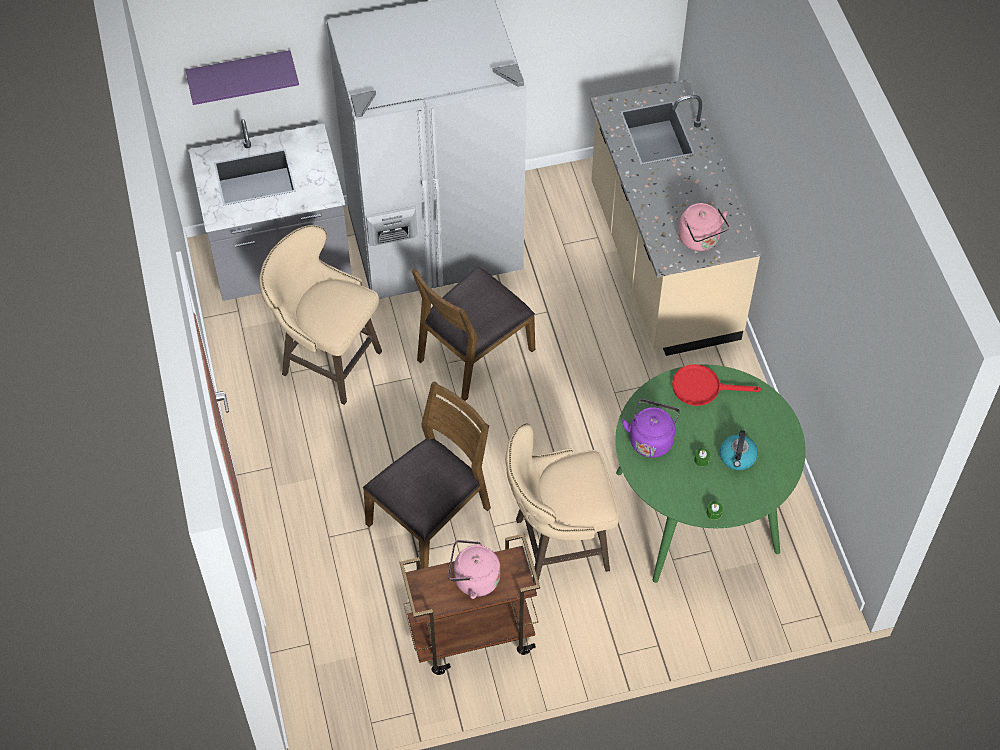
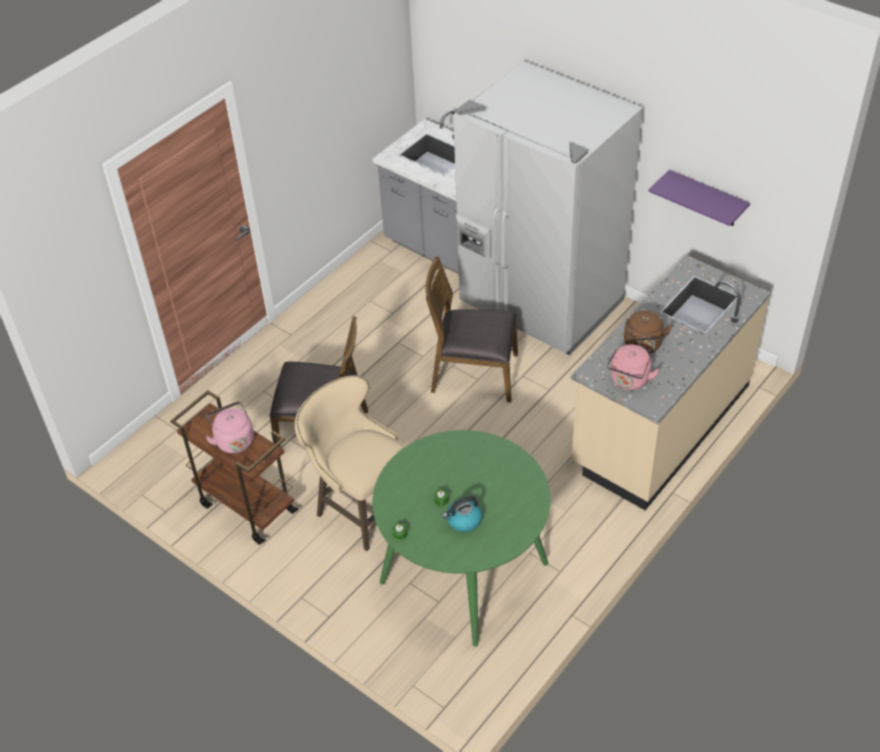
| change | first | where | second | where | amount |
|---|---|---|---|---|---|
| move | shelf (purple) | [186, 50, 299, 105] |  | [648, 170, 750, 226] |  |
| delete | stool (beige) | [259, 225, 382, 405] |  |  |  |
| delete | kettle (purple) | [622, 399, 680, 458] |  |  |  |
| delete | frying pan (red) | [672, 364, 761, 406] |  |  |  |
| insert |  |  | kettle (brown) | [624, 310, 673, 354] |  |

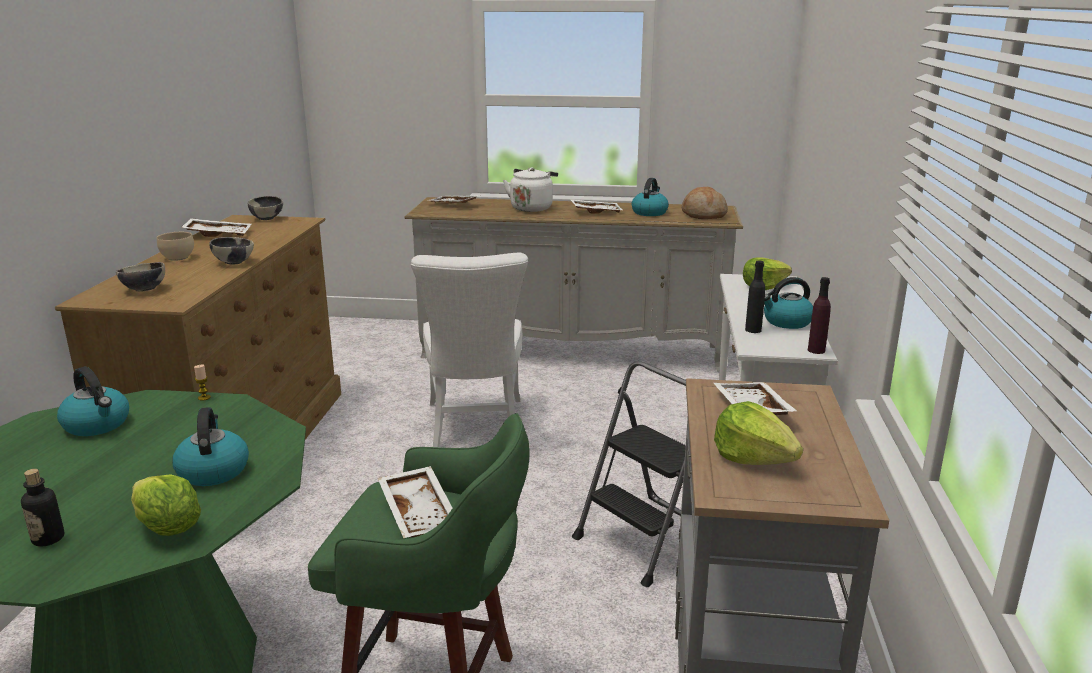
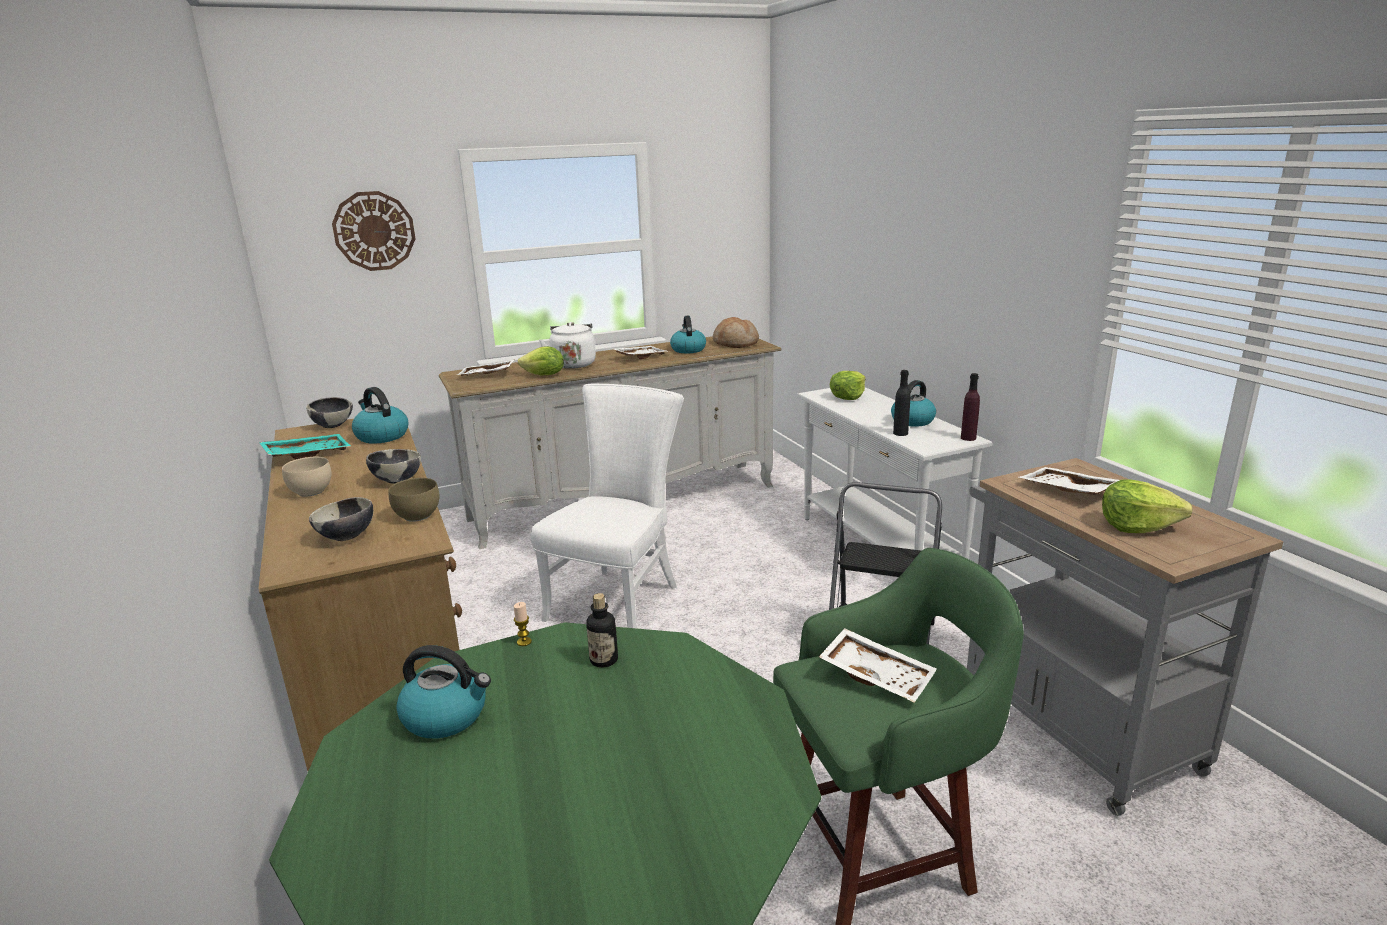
| change | first | where | second | where | amount |
|---|---|---|---|---|---|
| move | bottle | [21, 469, 64, 547] |  | [586, 593, 618, 668] |  |
| move | lettuce | [131, 474, 201, 536] |  | [518, 346, 564, 376] |  |
| move | kettle | [172, 407, 249, 486] |  | [352, 387, 409, 444] |  |
| recolor | tray (white) | [181, 218, 251, 237] | tray (turquoise) | [259, 434, 351, 460] |  |
| rotate | chair (white) | [411, 253, 528, 447] |  | [530, 384, 684, 628] | 120 degrees counterclockwise |
| insert |  |  | wall clock | [332, 191, 416, 271] |  |
| insert |  |  | bowl (brown) | [388, 478, 440, 522] |  |

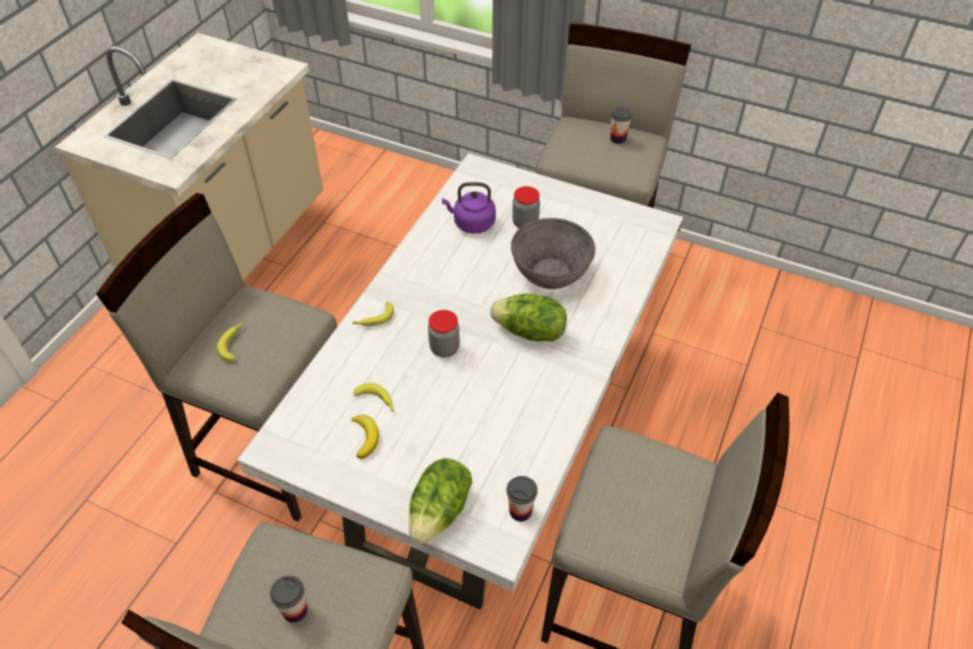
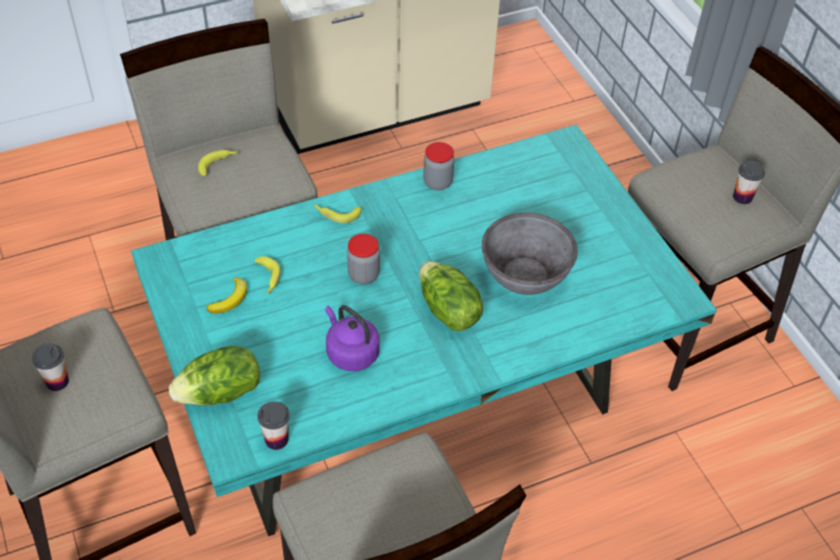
| change | first | where | second | where | amount |
|---|---|---|---|---|---|
| recolor | dining table (white) | [237, 153, 683, 610] | dining table (turquoise) | [131, 125, 717, 536] |  |
| move | kettle (purple) | [442, 182, 496, 234] |  | [325, 305, 380, 371] |  |
| move | jar | [512, 186, 540, 229] |  | [423, 142, 454, 190] |  |

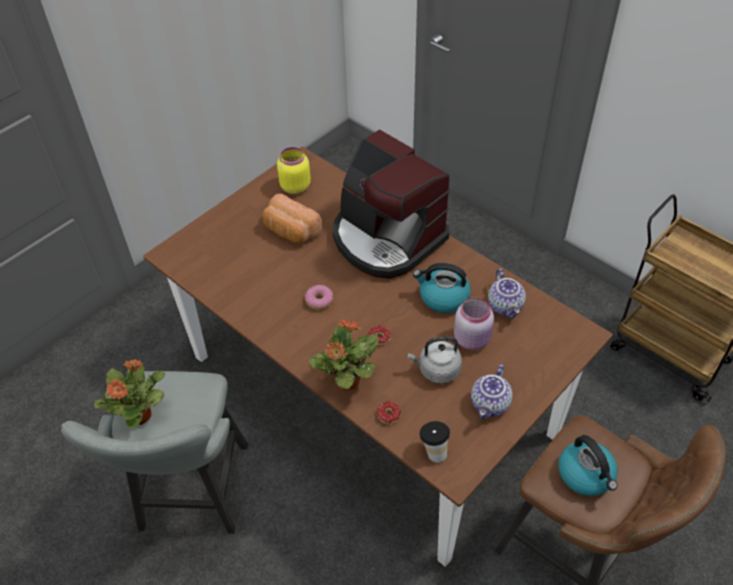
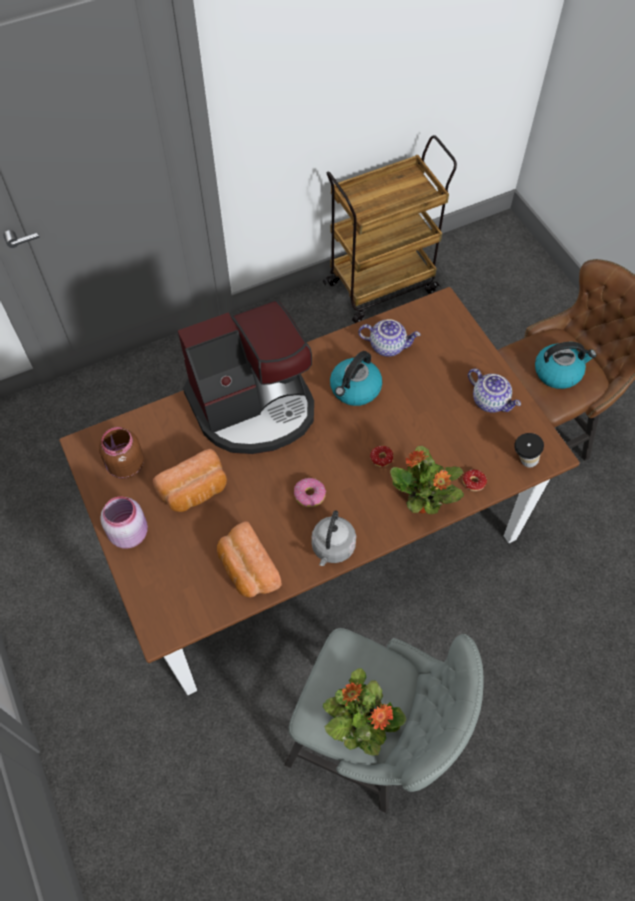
| change | first | where | second | where | amount |
|---|---|---|---|---|---|
| recolor | jar (yellow) | [277, 147, 311, 194] | jar (brown) | [99, 427, 144, 479] |  |
| move | kettle (grey) | [407, 336, 462, 384] |  | [311, 510, 356, 566] |  |
| move | jar (pink) | [454, 298, 494, 350] |  | [100, 497, 148, 548] |  |
| insert |  |  | bread | [217, 521, 282, 597] |  |

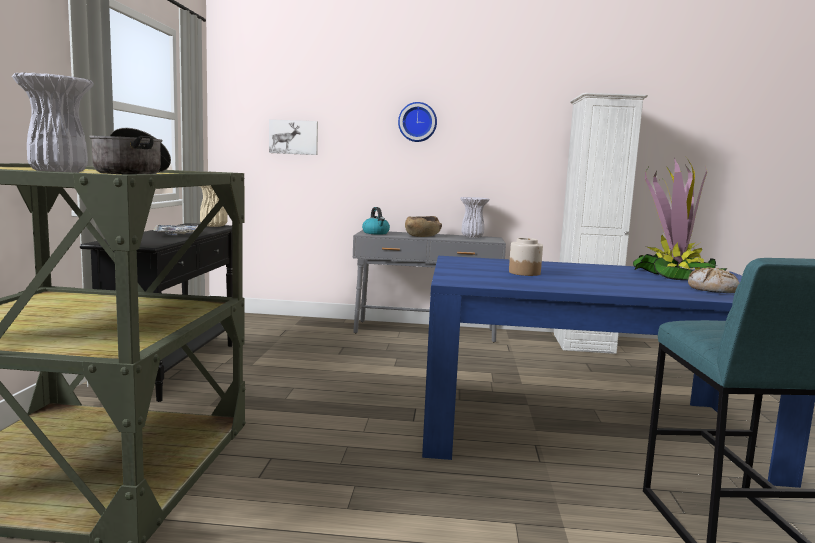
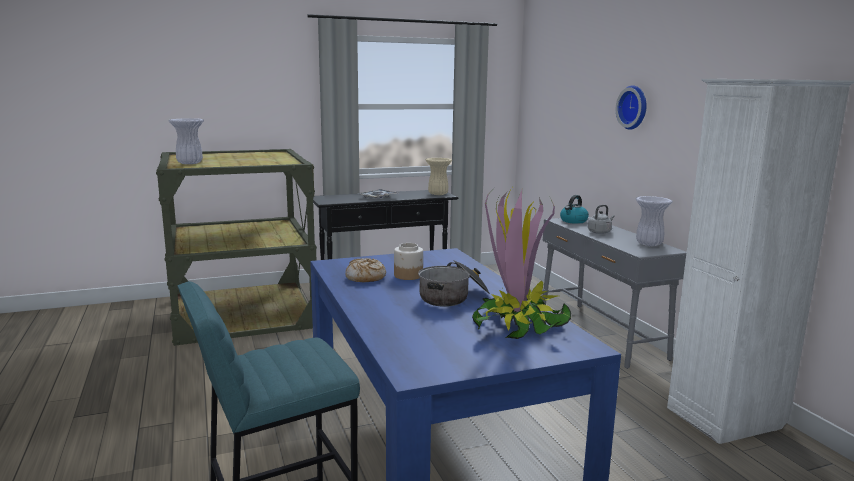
| change | first | where | second | where | amount |
|---|---|---|---|---|---|
| move | cooking pot | [89, 127, 171, 175] |  | [418, 260, 490, 307] |  |
| delete | picture | [269, 119, 318, 155] |  |  |  |
| replace | bowl (brown) | [405, 216, 442, 237] | kettle (grey) | [588, 205, 614, 234] |  |
| move | bread | [688, 267, 739, 293] |  | [345, 258, 386, 282] |  |

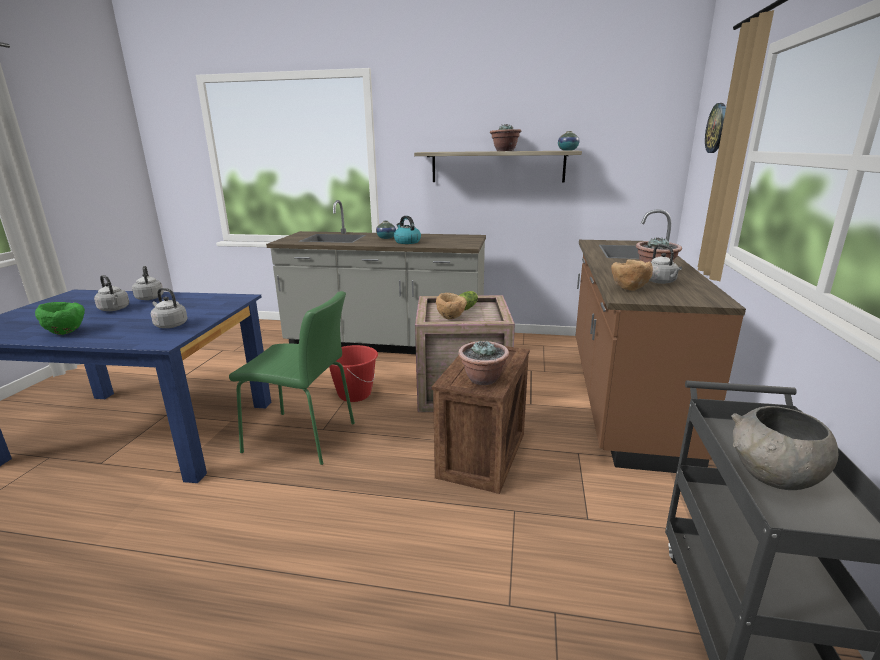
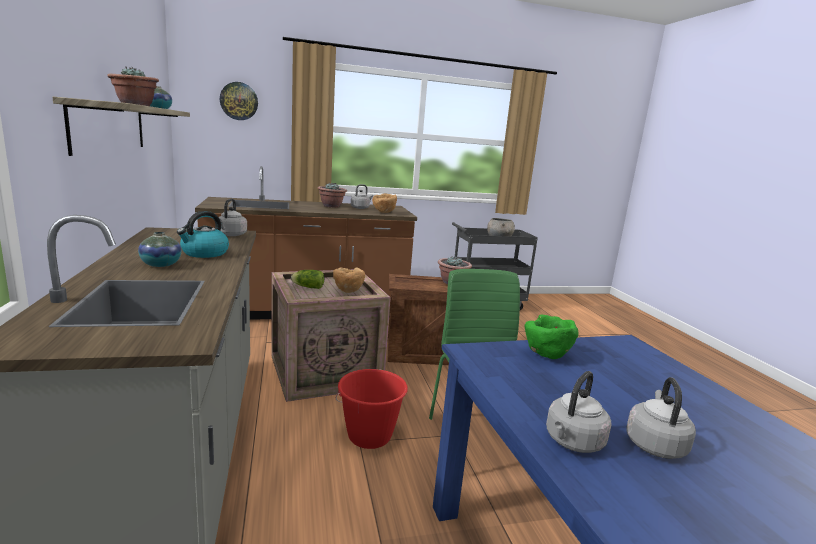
| change | first | where | second | where | amount |
|---|---|---|---|---|---|
| move | bowl (green) | [35, 302, 85, 335] |  | [525, 315, 579, 359] |  |
| move | kettle (grey) | [151, 288, 188, 328] |  | [219, 199, 247, 236] |  |

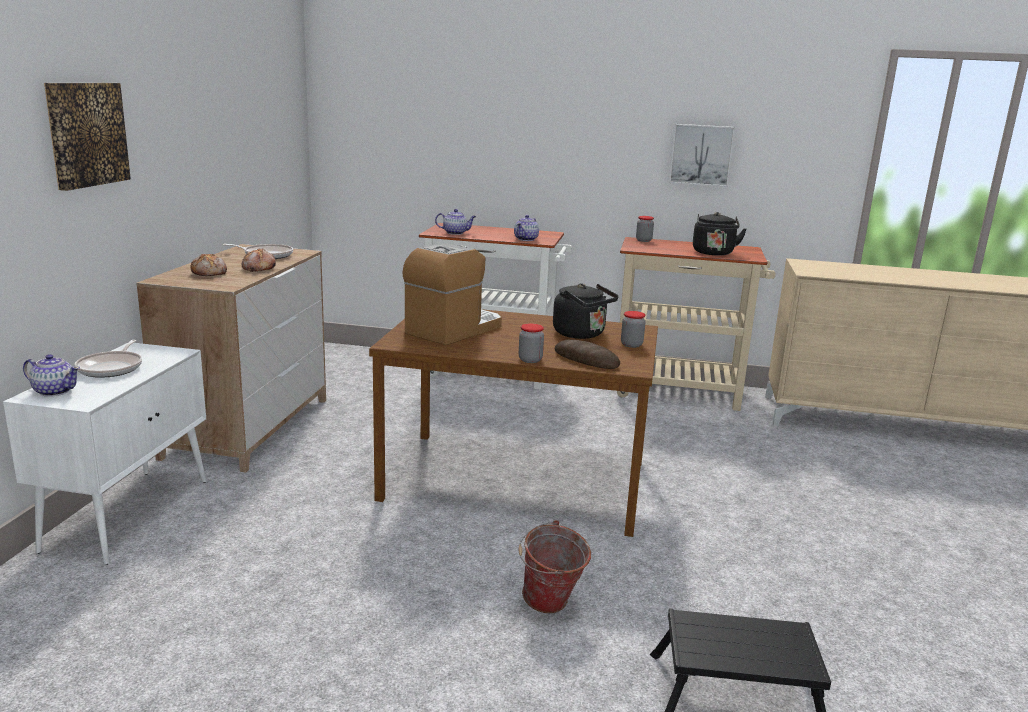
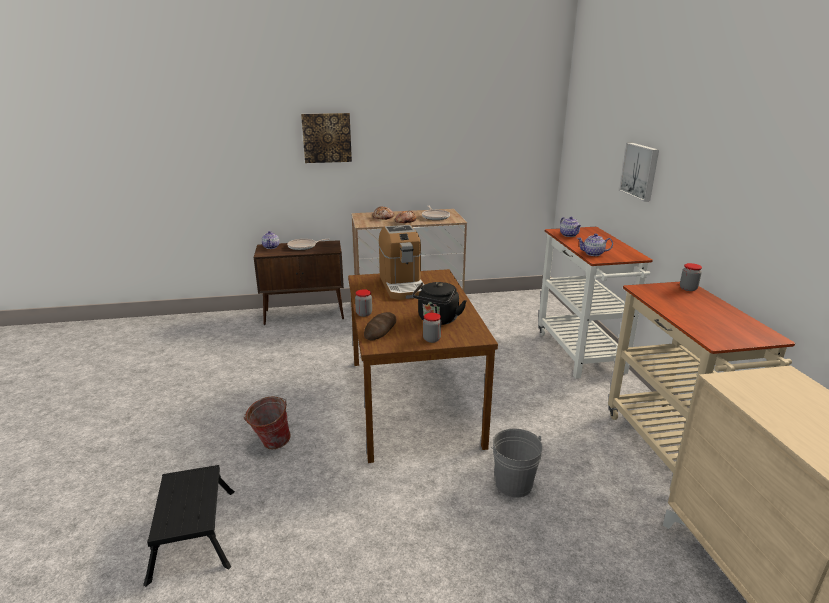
| change | first | where | second | where | amount |
|---|---|---|---|---|---|
| recolor | cabinet (white) | [3, 342, 206, 565] | cabinet (brown) | [254, 240, 344, 325] |  |
| rotate | coffee machine | [403, 243, 502, 345] |  | [379, 225, 425, 300] | 60 degrees clockwise |
| move | picture | [669, 124, 735, 187] |  | [619, 143, 659, 202] |  |
| delete | kettle (black) | [693, 212, 747, 255] |  |  |  |
| insert |  |  | bucket (grey) | [491, 429, 543, 498] |  |

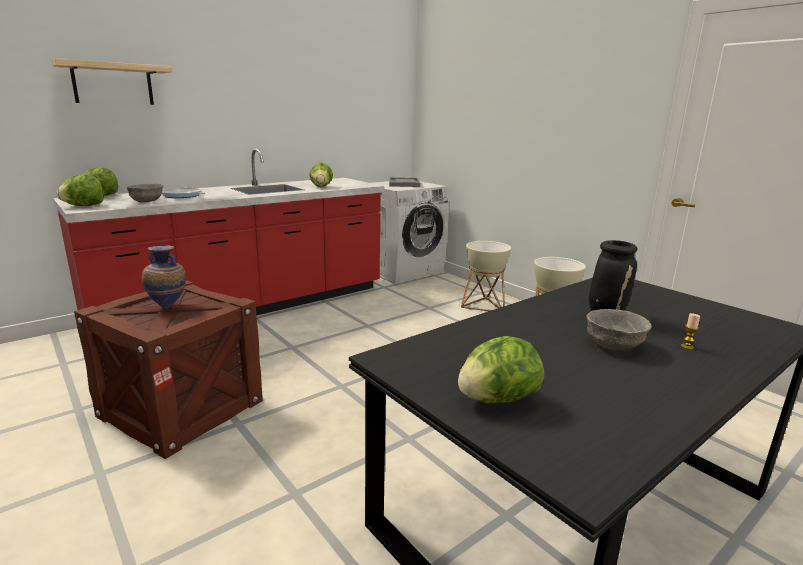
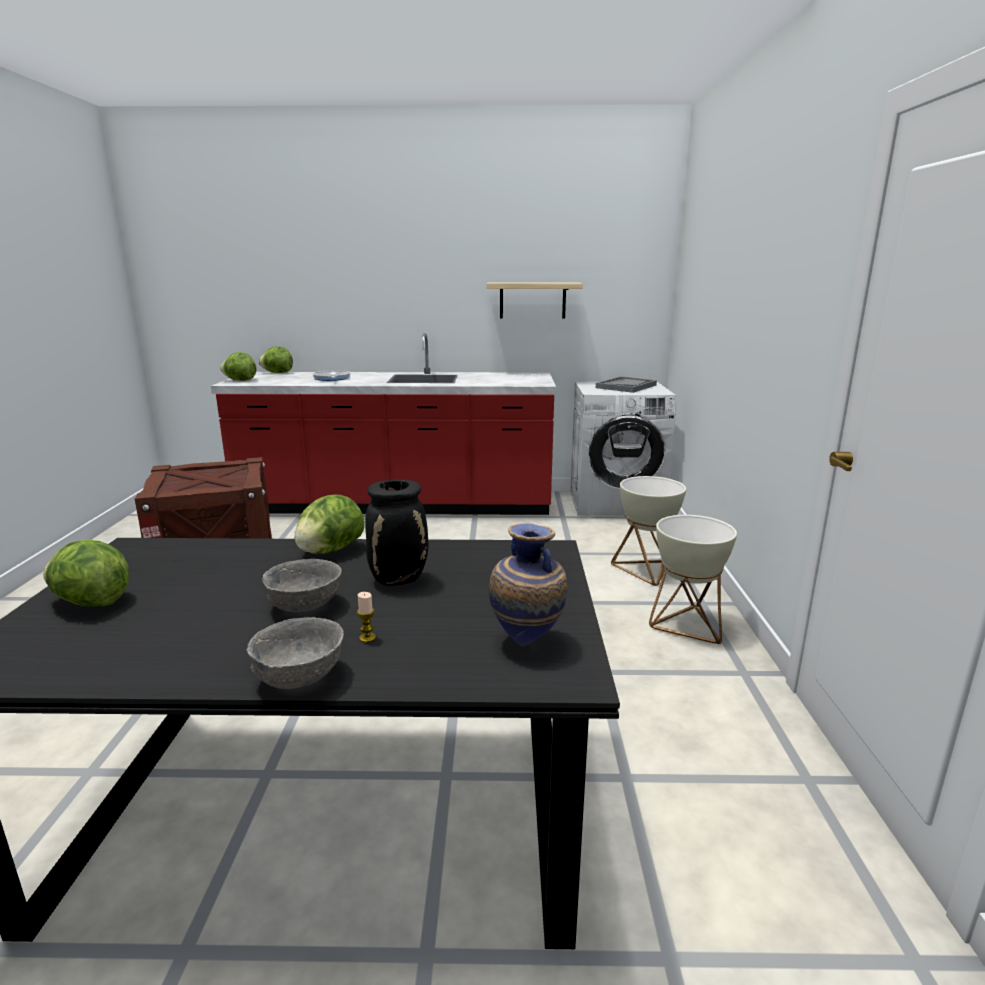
| change | first | where | second | where | amount |
|---|---|---|---|---|---|
| move | shelf | [51, 58, 172, 105] |  | [486, 283, 583, 319] |  |
| move | bowl (grey) | [127, 184, 163, 203] |  | [247, 617, 344, 689] |  |
| move | vase | [142, 246, 186, 309] |  | [489, 523, 568, 647] |  |
| move | lettuce | [309, 162, 333, 187] |  | [295, 495, 365, 554] |  |

